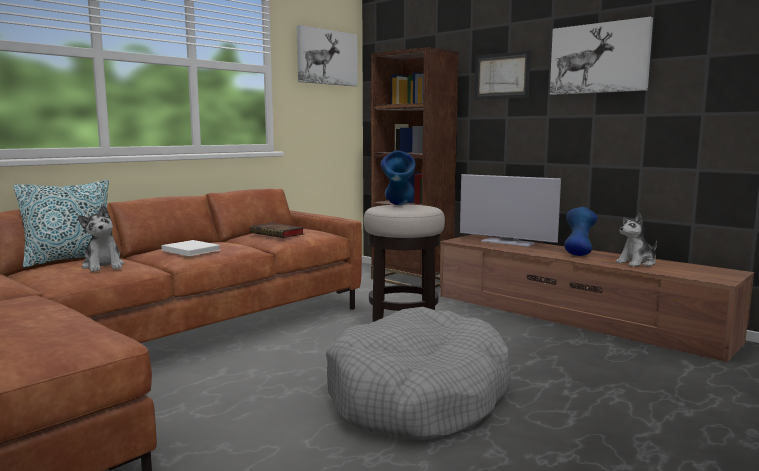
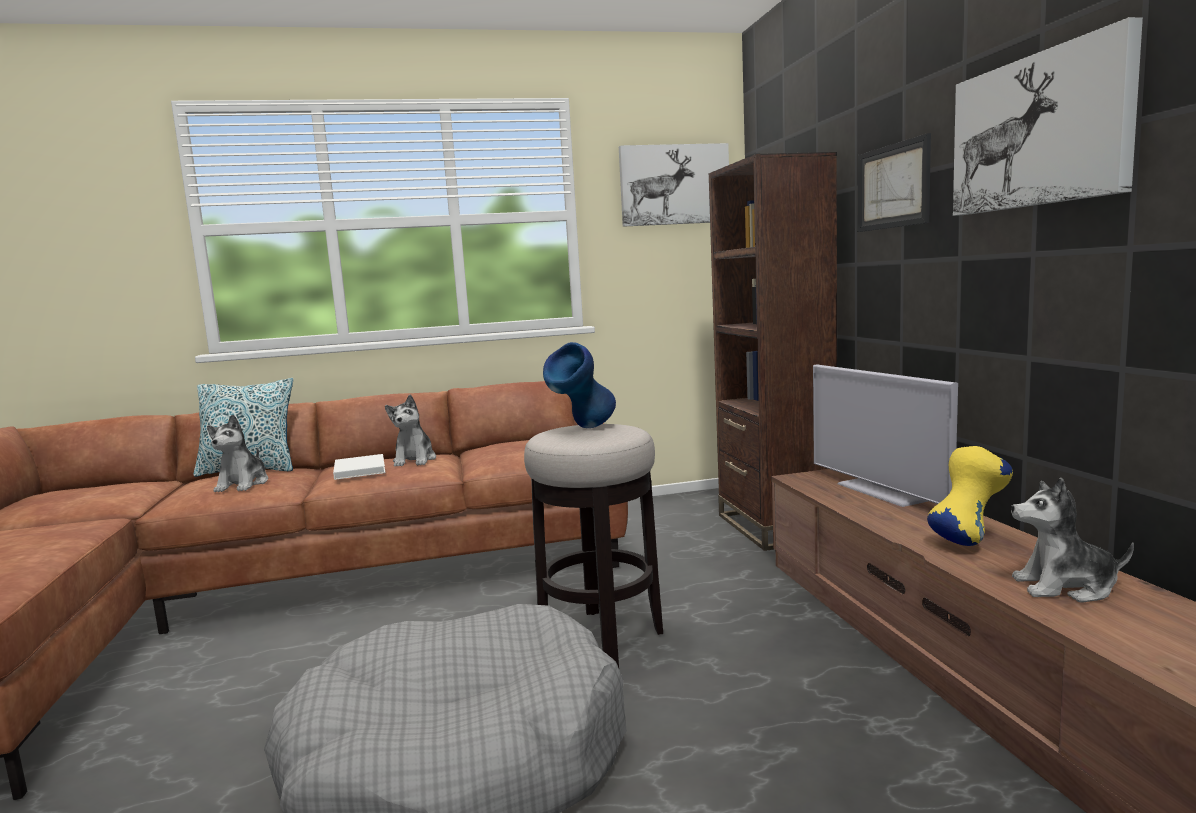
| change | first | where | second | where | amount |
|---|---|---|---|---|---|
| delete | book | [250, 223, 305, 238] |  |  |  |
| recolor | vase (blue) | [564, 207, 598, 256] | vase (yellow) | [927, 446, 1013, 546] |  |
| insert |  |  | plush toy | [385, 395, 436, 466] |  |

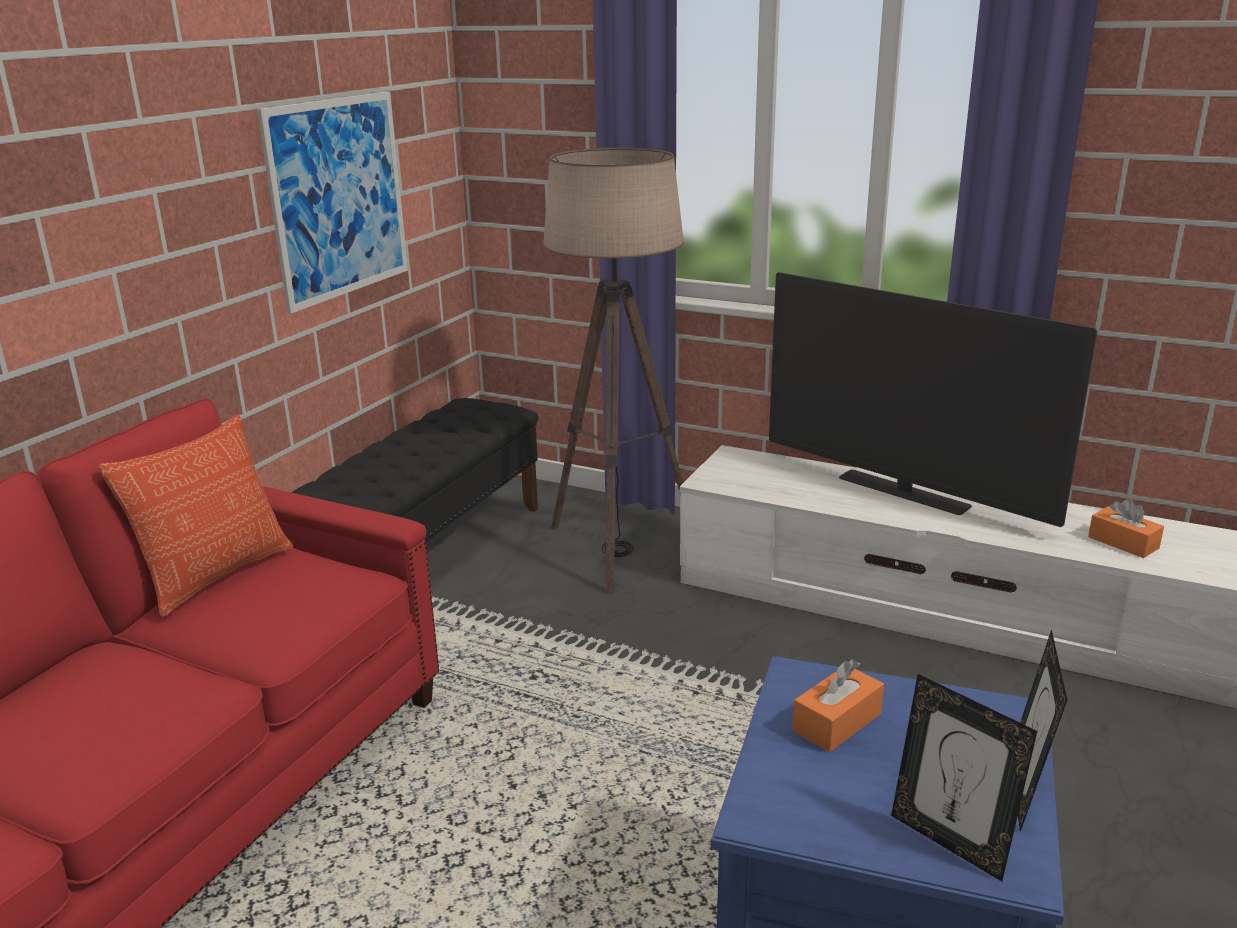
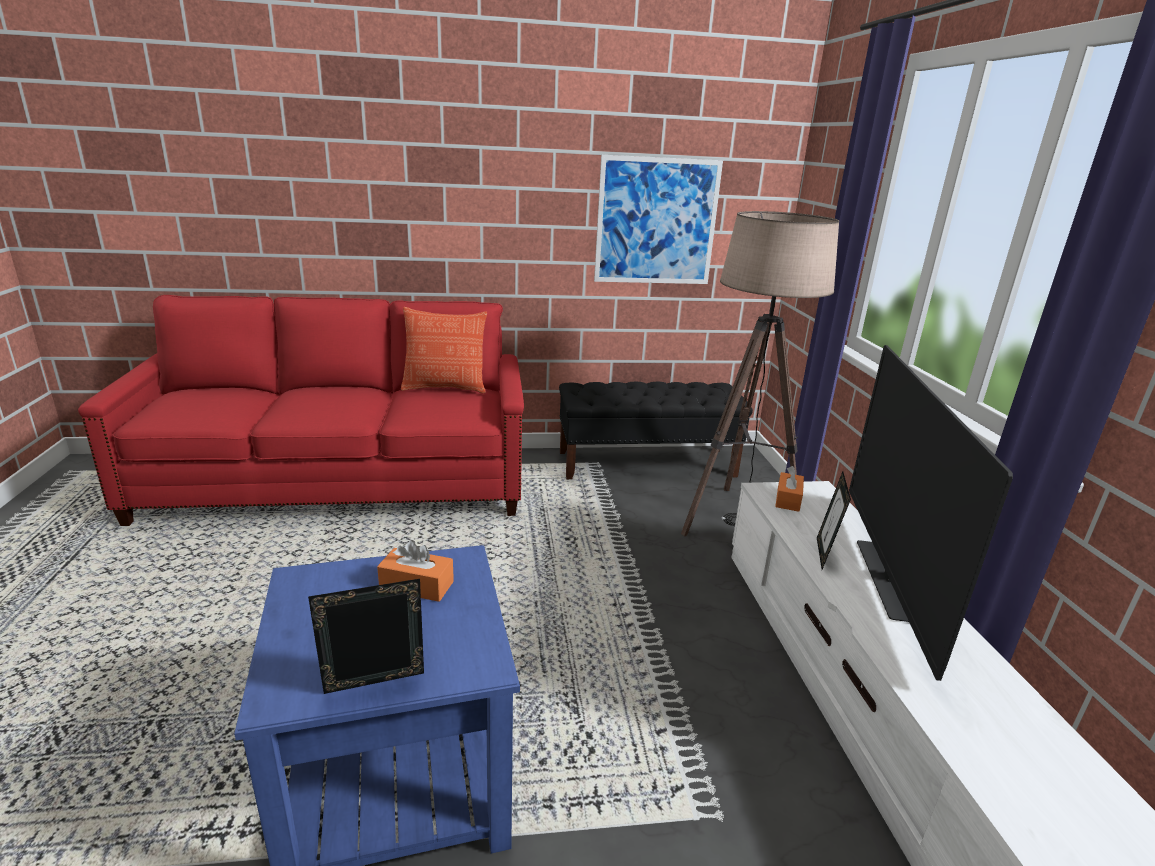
| change | first | where | second | where | amount |
|---|---|---|---|---|---|
| move | picture frame | [891, 674, 1037, 881] |  | [817, 471, 851, 570] |  |
| move | tissue box (orange) | [1088, 498, 1164, 558] |  | [775, 466, 804, 512] |  |

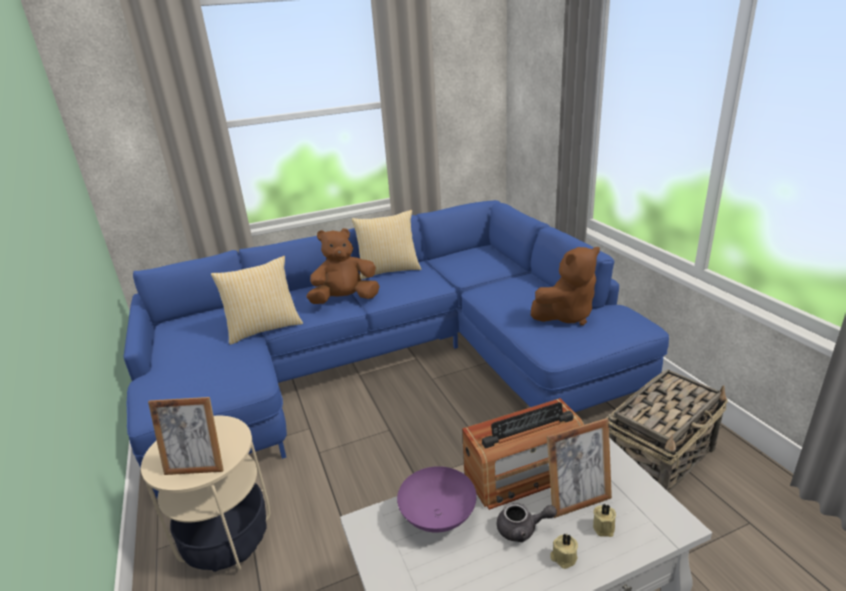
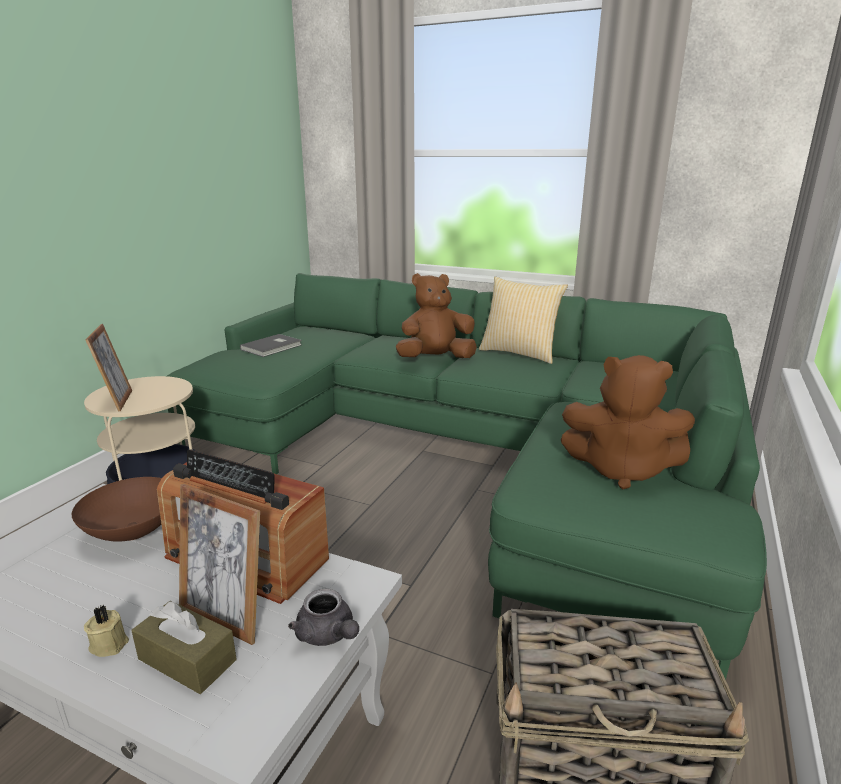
| change | first | where | second | where | amount |
|---|---|---|---|---|---|
| recolor | sofa (blue) | [124, 200, 669, 499] | sofa (green) | [167, 273, 767, 680] |  |
| rotate | picture frame | [148, 397, 224, 475] |  | [85, 324, 132, 412] | 150 degrees counterclockwise |
| delete | pillow | [211, 256, 303, 345] |  |  |  |
| rotate | plush toy (brown) | [306, 228, 380, 304] |  | [396, 273, 477, 358] | 45 degrees counterclockwise |
| recolor | bowl (purple) | [397, 466, 477, 533] | bowl (brown) | [72, 477, 162, 542] |  |
| move | teapot (grey) | [497, 502, 557, 542] |  | [288, 589, 359, 646] |  |
| replace | candle (beige) | [593, 504, 616, 537] | tissue box (brown) | [131, 601, 237, 694] |  |
| insert |  |  | book (grey) | [240, 334, 302, 357] |  |

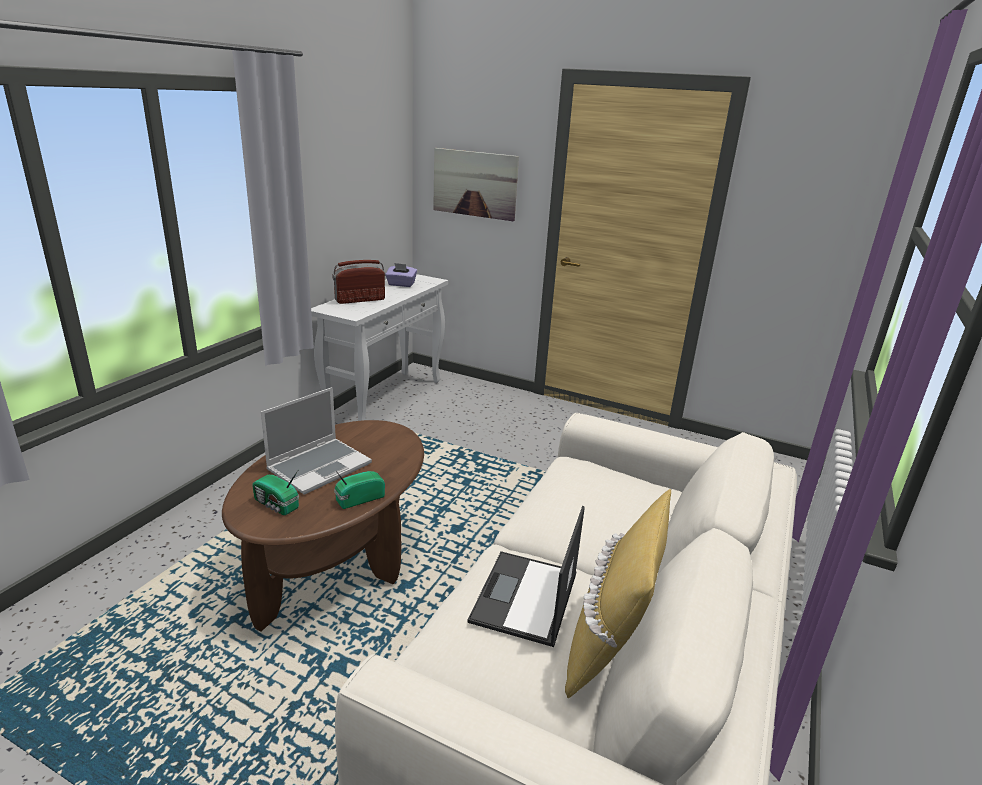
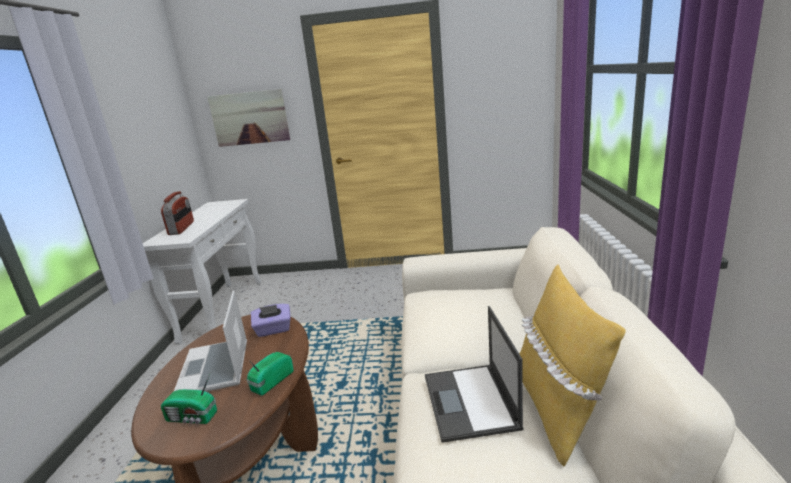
| change | first | where | second | where | amount |
|---|---|---|---|---|---|
| rotate | laptop | [261, 387, 372, 494] |  | [174, 290, 247, 392] | 150 degrees clockwise |
| rotate | radio | [332, 260, 386, 304] |  | [161, 191, 194, 235] | 135 degrees clockwise |
| move | tissue box (purple) | [386, 263, 417, 287] |  | [251, 304, 291, 337] |  |

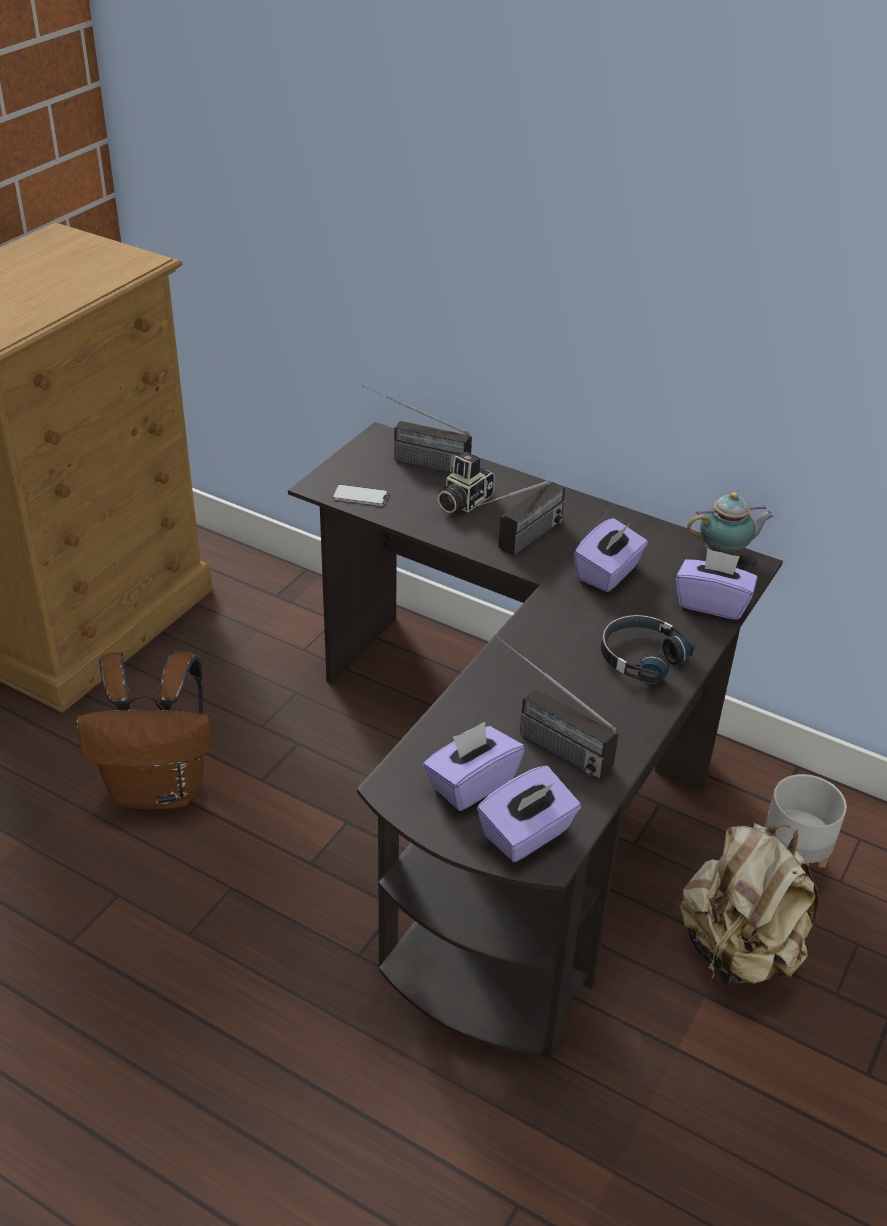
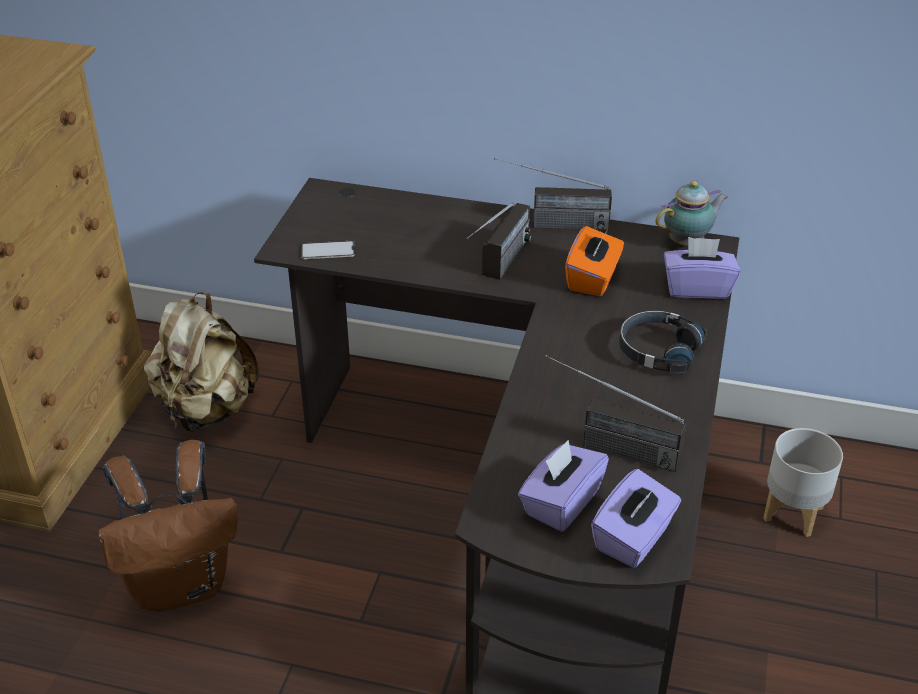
| change | first | where | second | where | amount |
|---|---|---|---|---|---|
| move | radio | [362, 385, 472, 473] |  | [494, 157, 612, 230] |  |
| delete | photo camera | [437, 452, 495, 513] |  |  |  |
| recolor | tissue box (purple) | [574, 518, 648, 592] | tissue box (orange) | [565, 226, 624, 296] |  |
| move | backpack (beige) | [680, 823, 819, 987] |  | [144, 292, 259, 432] |  |

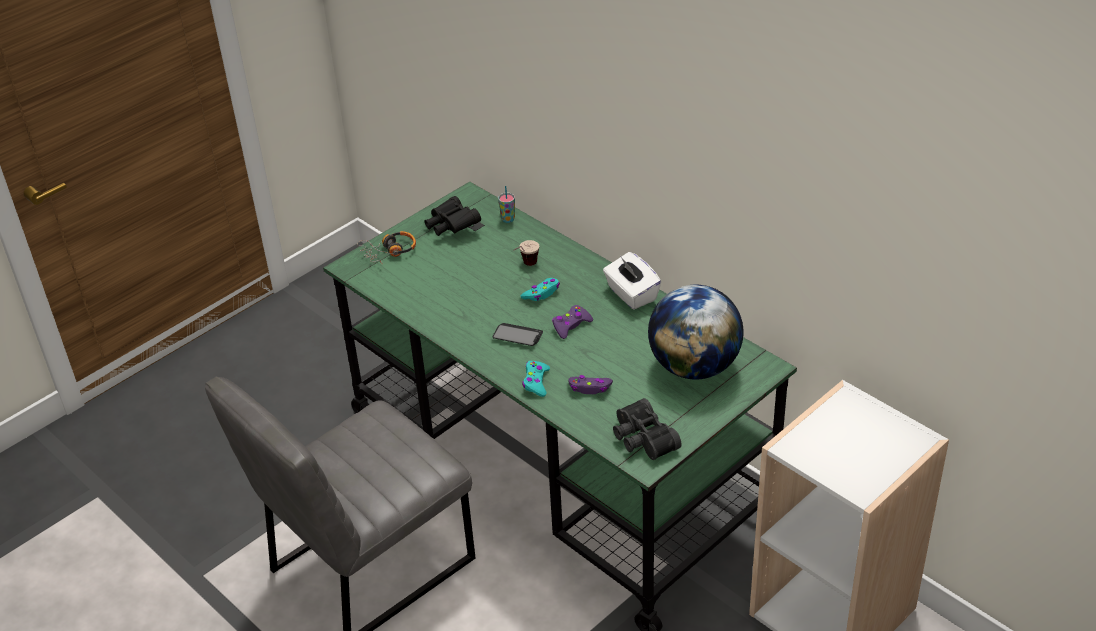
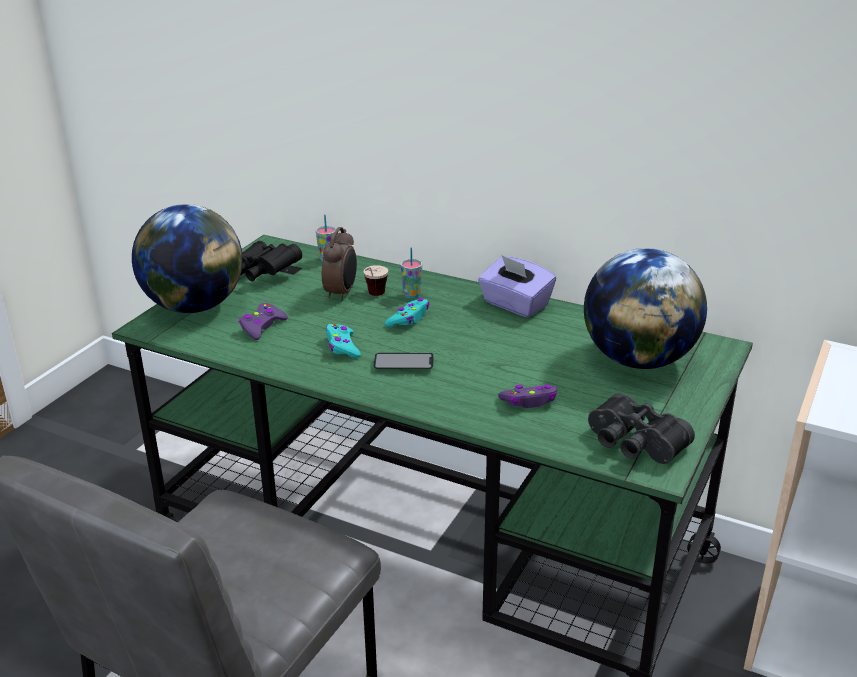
| change | first | where | second | where | amount |
|---|---|---|---|---|---|
| replace | headphones | [357, 231, 416, 264] | globe | [132, 204, 243, 313] |  |
| move | game controller (turquoise) | [522, 361, 550, 397] |  | [326, 324, 361, 358] |  |
| move | game controller (purple) | [552, 305, 593, 339] |  | [239, 303, 288, 340] |  |
| recolor | tissue box (white) | [603, 252, 661, 309] | tissue box (purple) | [478, 255, 556, 318] |  |
| insert |  |  | alarm clock | [322, 227, 357, 301] |  |
| insert |  |  | cup | [401, 247, 422, 298] |  |

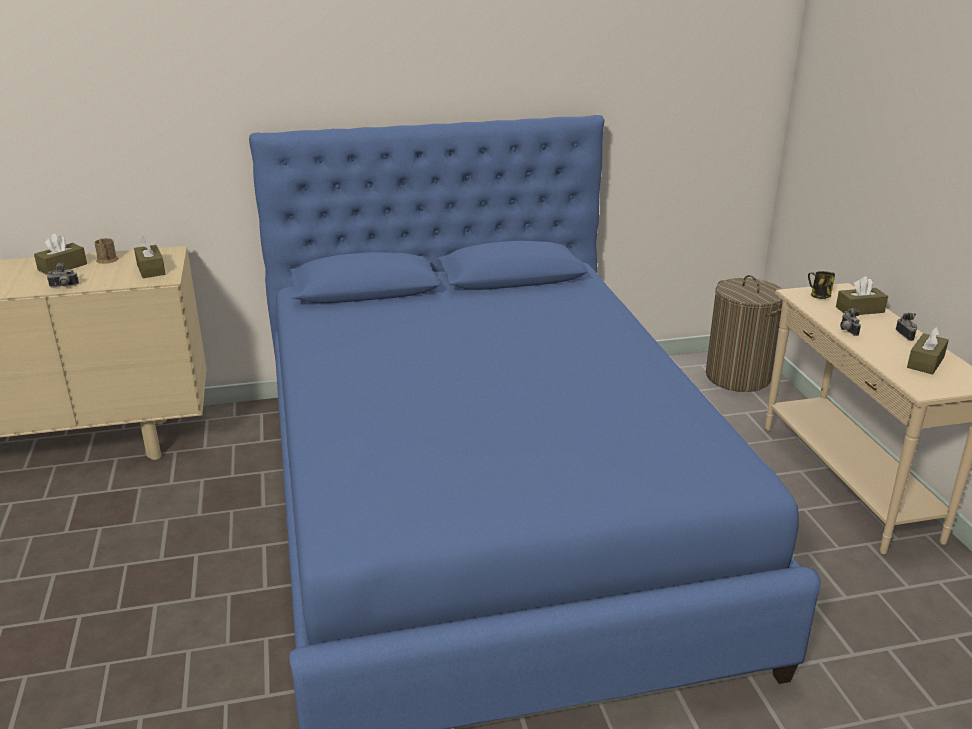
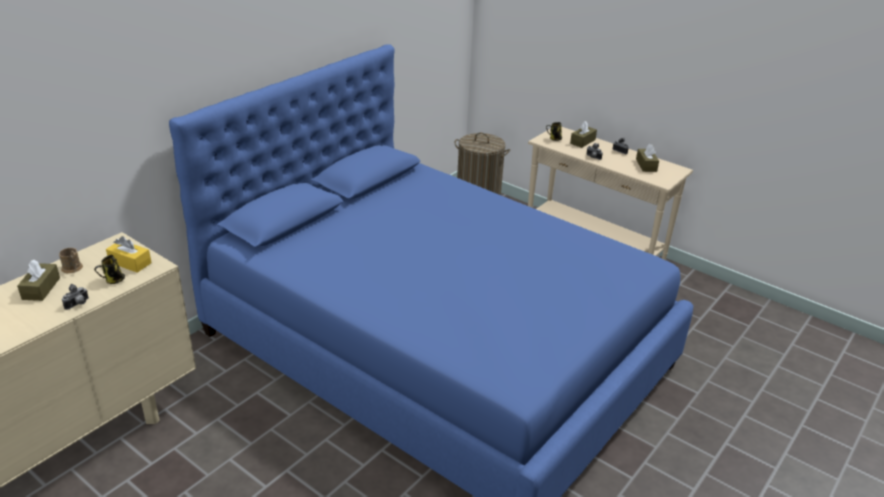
| change | first | where | second | where | amount |
|---|---|---|---|---|---|
| recolor | tissue box (brown) | [134, 236, 165, 278] | tissue box (yellow) | [106, 236, 152, 273] |  |
| insert |  |  | mug | [94, 254, 125, 284] |  |

